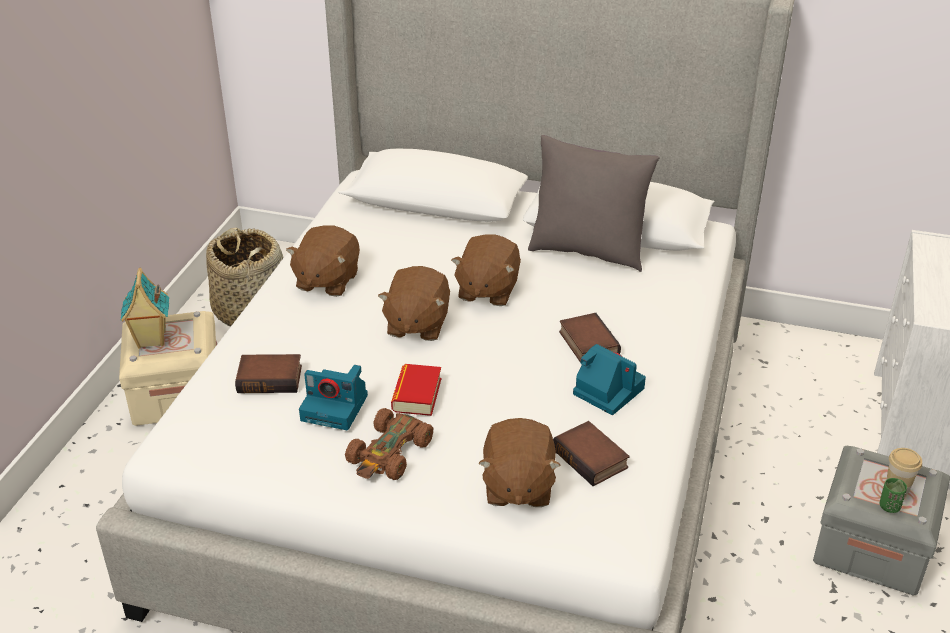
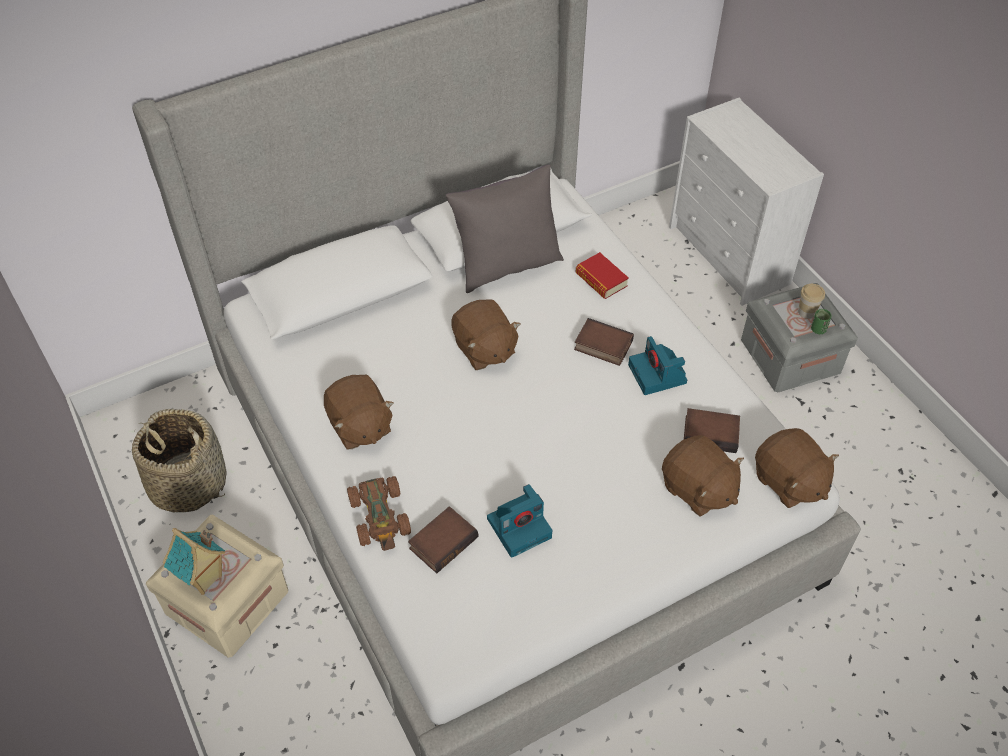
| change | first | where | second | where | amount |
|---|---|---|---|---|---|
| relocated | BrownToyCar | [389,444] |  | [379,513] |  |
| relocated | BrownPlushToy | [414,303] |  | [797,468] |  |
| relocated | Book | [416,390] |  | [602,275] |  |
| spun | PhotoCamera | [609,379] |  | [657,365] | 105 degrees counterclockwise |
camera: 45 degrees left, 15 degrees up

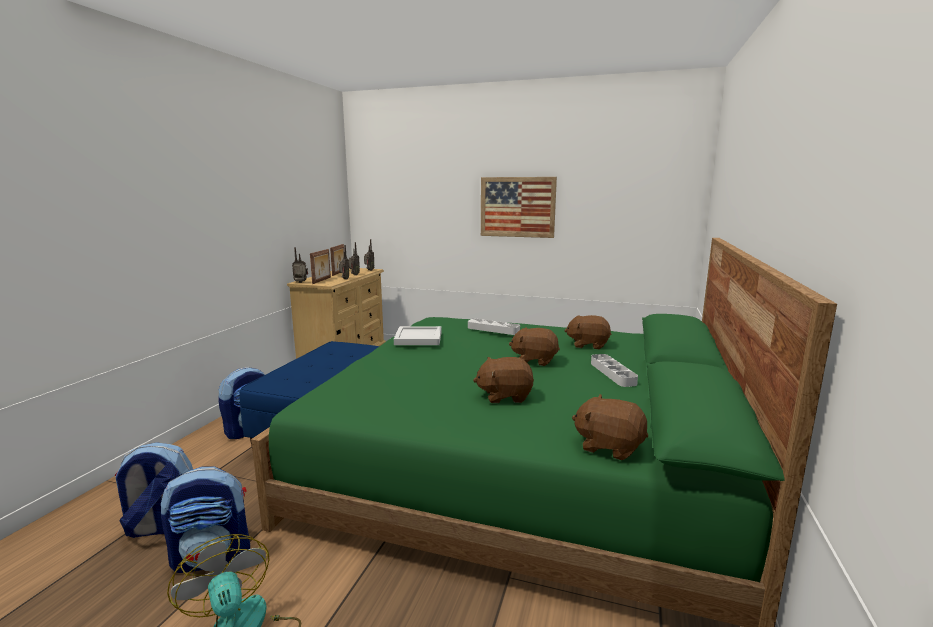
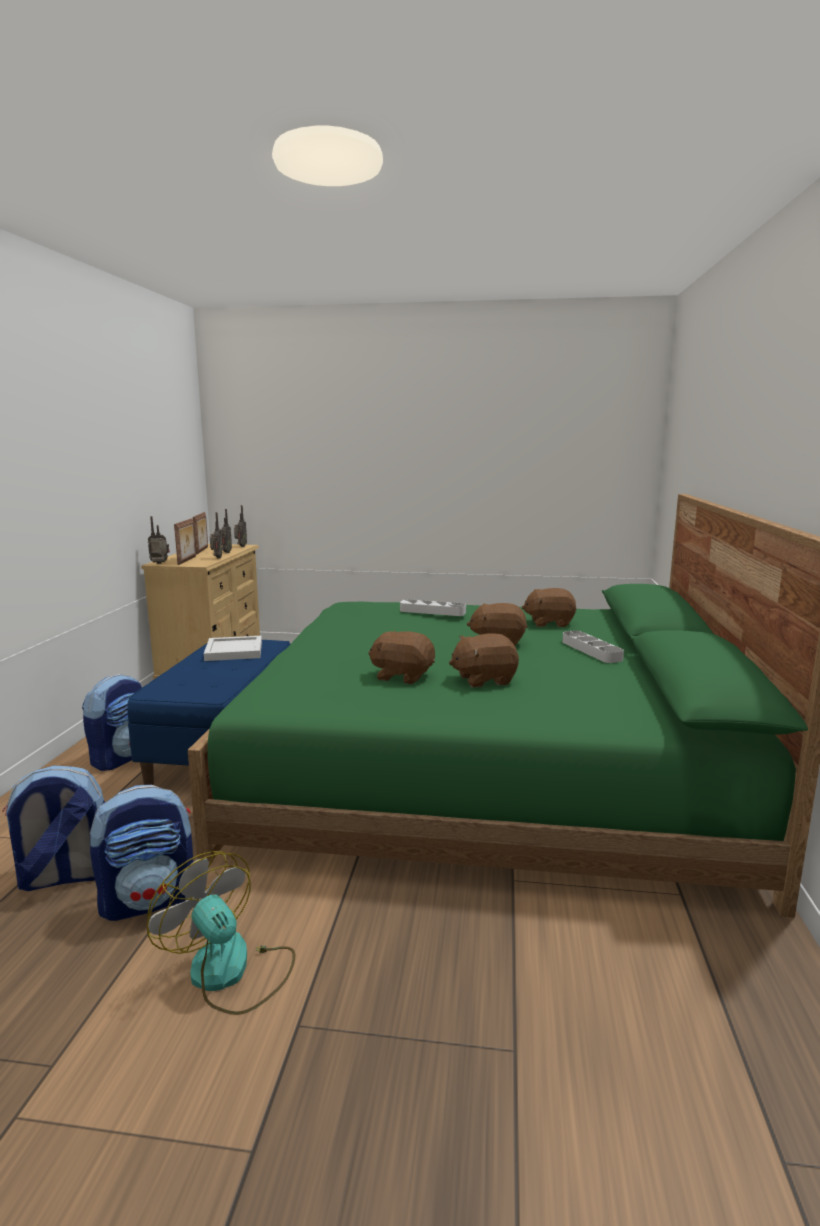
| change | first | where | second | where | amount |
|---|---|---|---|---|---|
| missing | Picture | [519,207] |  |  |  |
| relocated | WhiteTray | [418,335] |  | [233,648] |  |
| relocated | BrownPlushToy | [610,427] |  | [401,657] |  |
camera: 10 degrees left, 0 degrees up

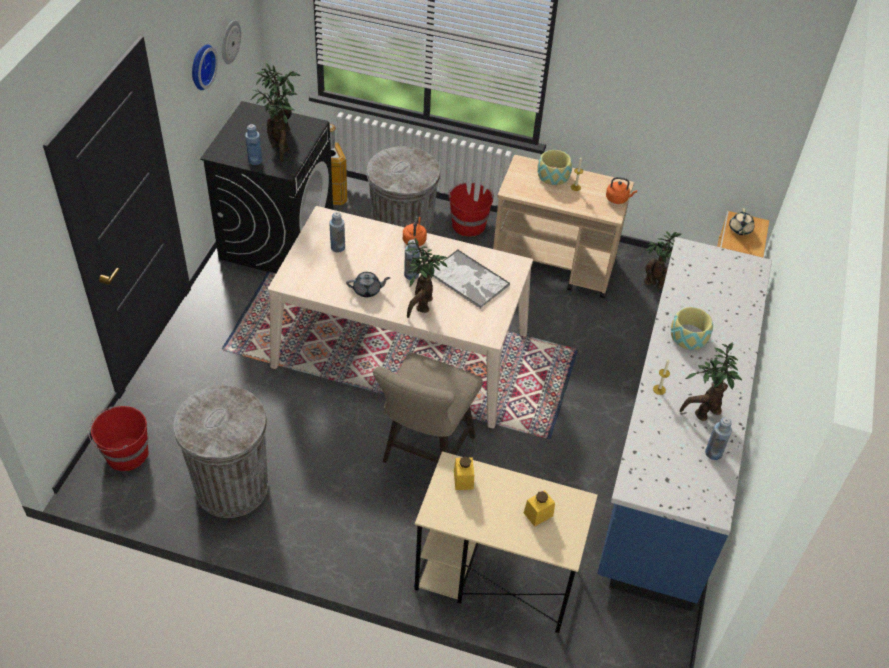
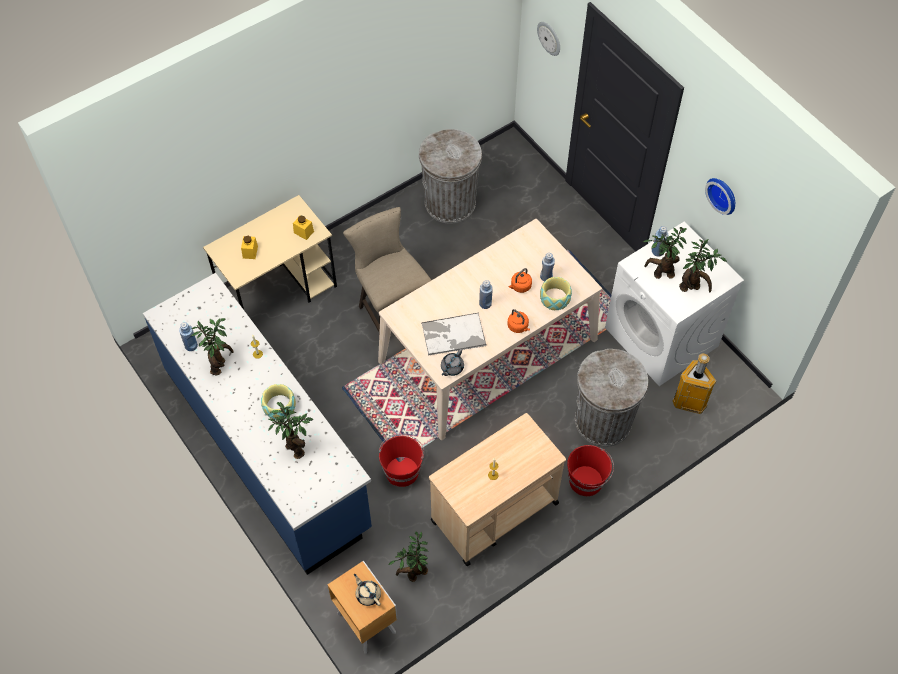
| change | first | where | second | where | amount |
|---|---|---|---|---|---|
| relocated | RedBucket | [118,438] |  | [401,460] |  |
| relocated | WallClock | [231,42] |  | [548,39] |  |
| relocated | GreyTeapot | [368,284] |  | [452,362] |  |
| relocated | PottedPlant | [426,277] |  | [290,430] |  |
| relocated | Bowl | [554,167] |  | [556,293] |  |
| relocated | OrangeKettle | [621,190] |  | [520,280] |  |
| colour | BlackWashingMachine | [266,187] | WhiteWashingMachine | [674,304] |  |
camera: 130 degrees right, 10 degrees up

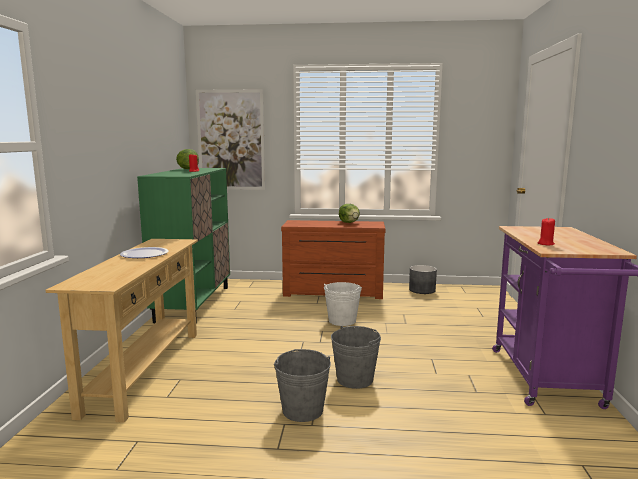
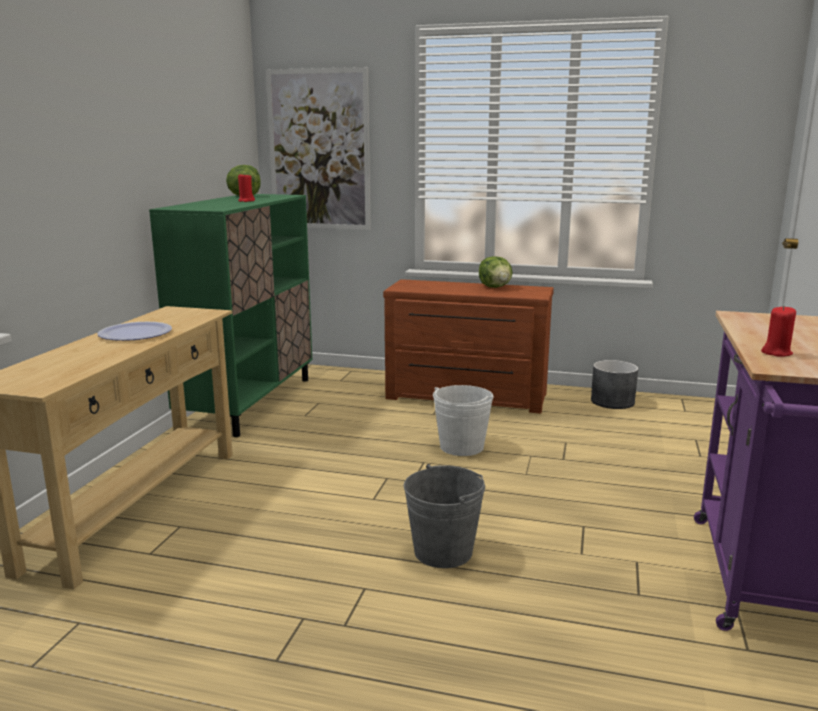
| change | first | where | second | where | amount |
|---|---|---|---|---|---|
| missing | GreyBucket | [302,385] |  |  |  |
camera: 10 degrees right, 5 degrees up

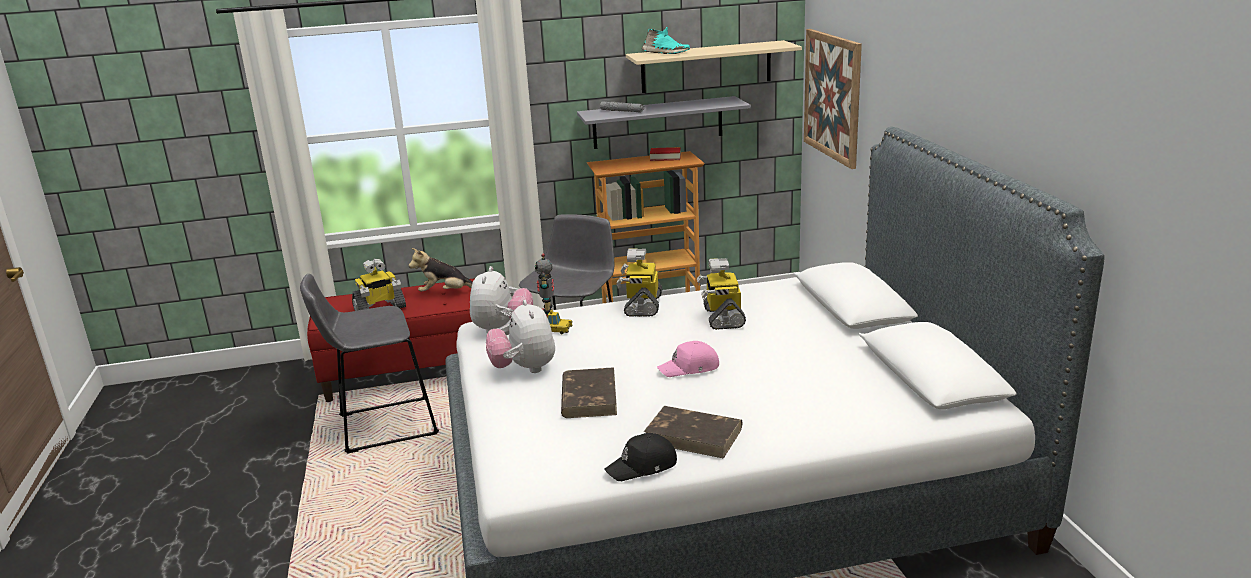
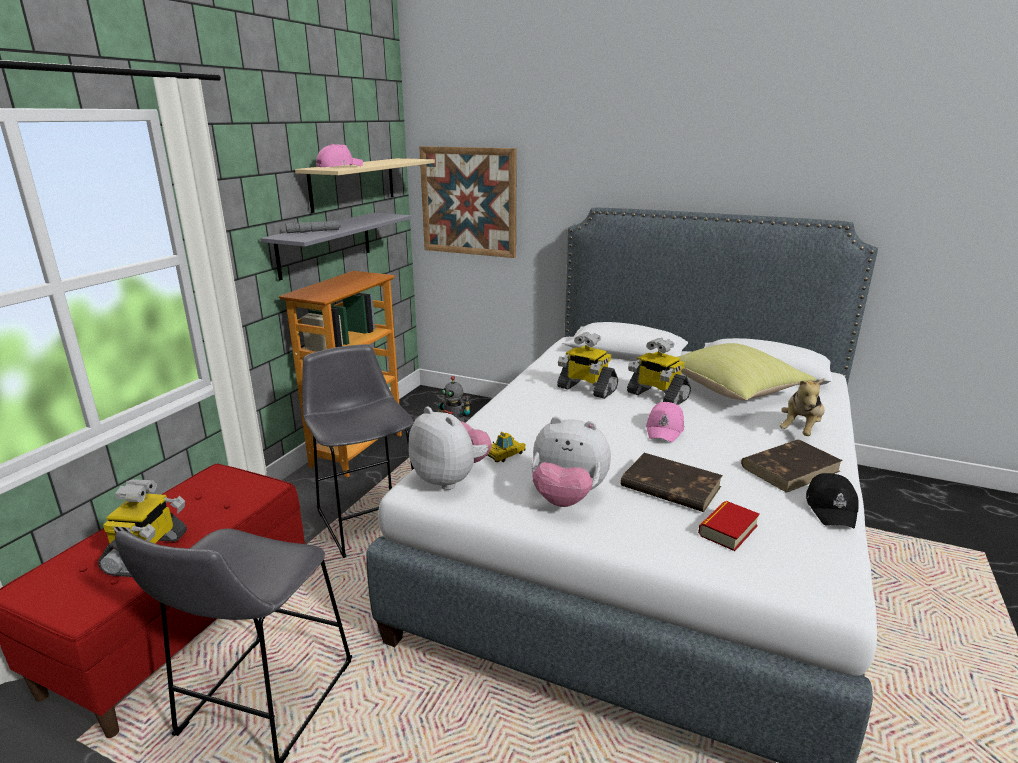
| change | first | where | second | where | amount |
|---|---|---|---|---|---|
| appeared |  |  | YellowPillow | [747,372] |  |
| relocated | PlushToy | [441,270] |  | [802,407] |  |
| relocated | ToyRobot | [639,282] |  | [659,371] |  |
| relocated | Book | [665,154] |  | [729,526] |  |
| exchanged | TurquoiseShoe | [666,40] | PinkCap | [339,155] |  |
camera: 55 degrees left, 0 degrees up

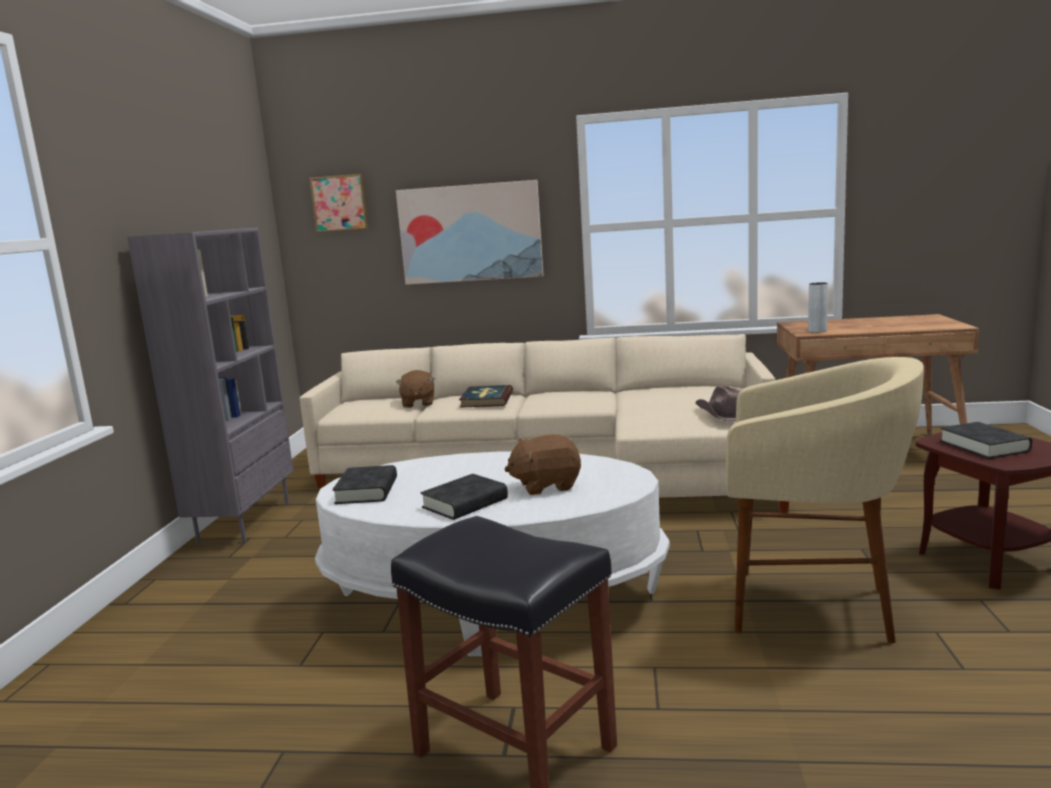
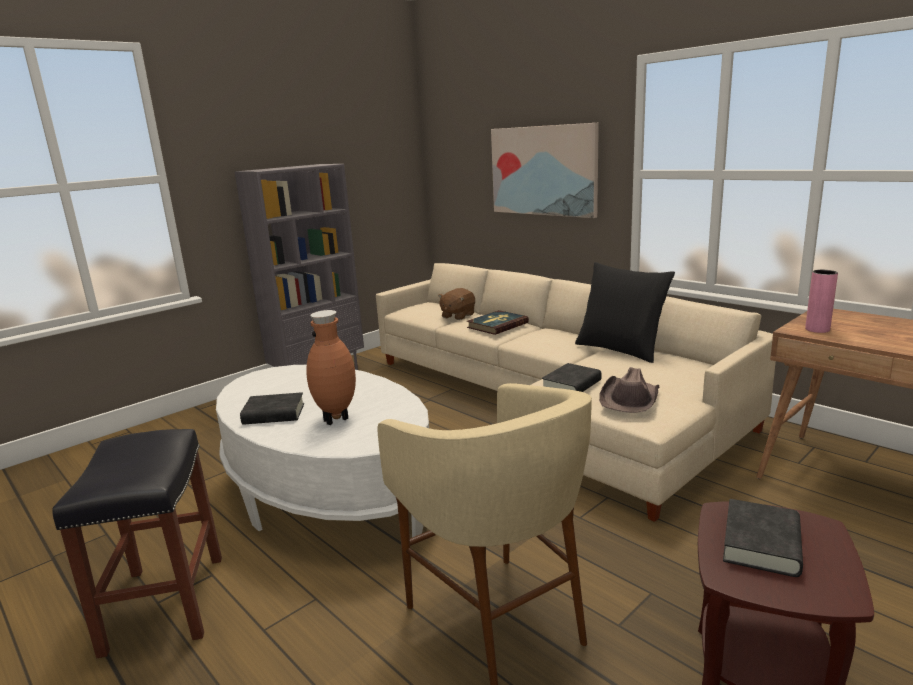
| change | first | where | second | where | amount |
|---|---|---|---|---|---|
| missing | Picture | [339,203] |  |  |  |
| appeared |  |  | BlackPillow | [625,312] |  |
| relocated | BlackBook | [364,484] |  | [572,377] |  |
| exchanged | BrownPlushToy | [542,465] | BrownVase | [331,367] |  |
| colour | GreyVase | [818,307] | PinkVase | [821,301] |  |
camera: 40 degrees right, 5 degrees up

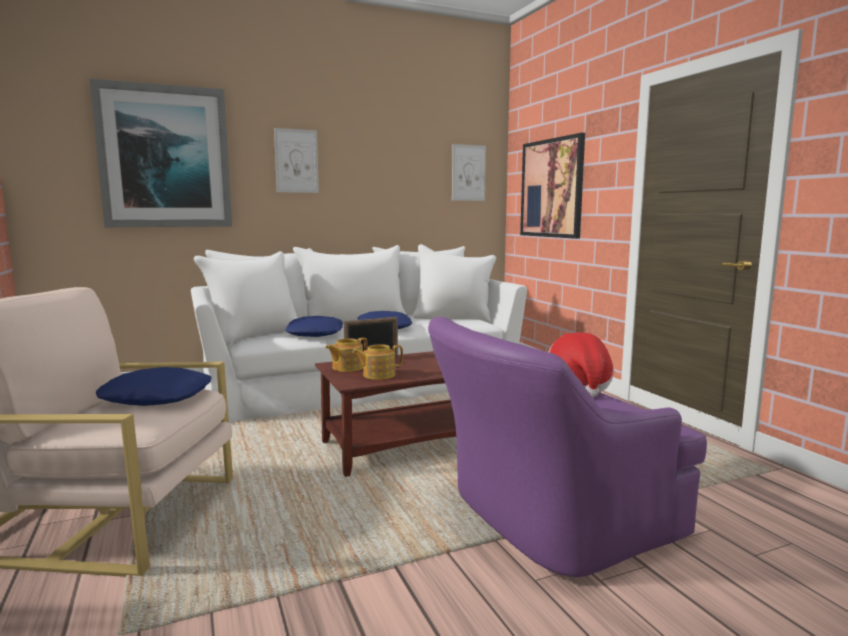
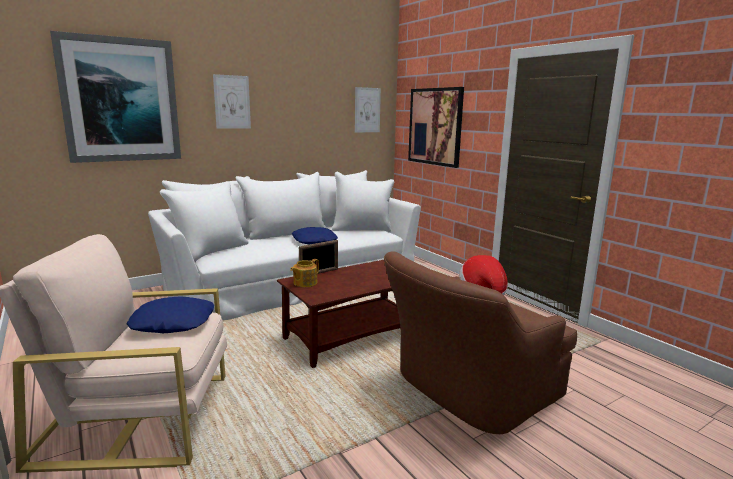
| change | first | where | second | where | amount |
|---|---|---|---|---|---|
| missing | BluePillow | [314,326] |  |  |  |
| missing | Teapot | [377,362] |  |  |  |
| colour | PurpleArmchair | [567,447] | BrownArmchair | [480,342] |  |
camera: 10 degrees left, 5 degrees up

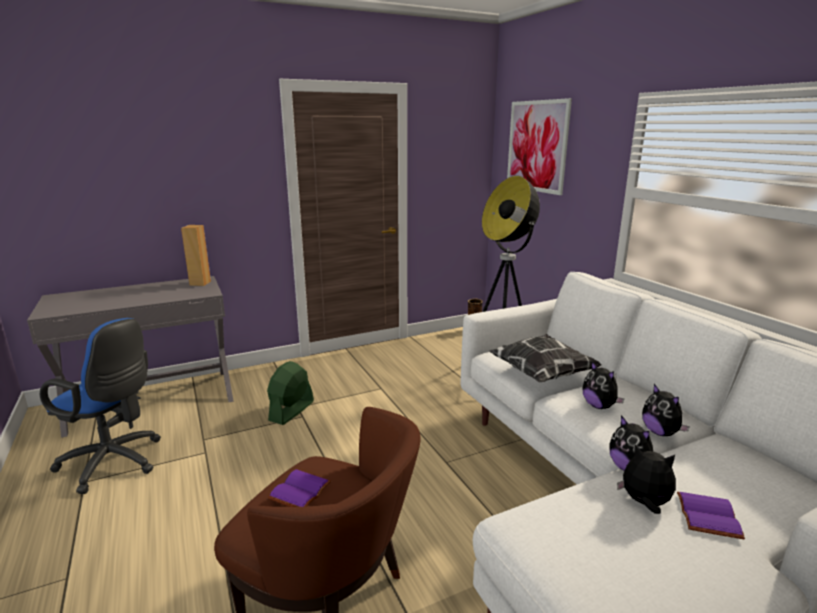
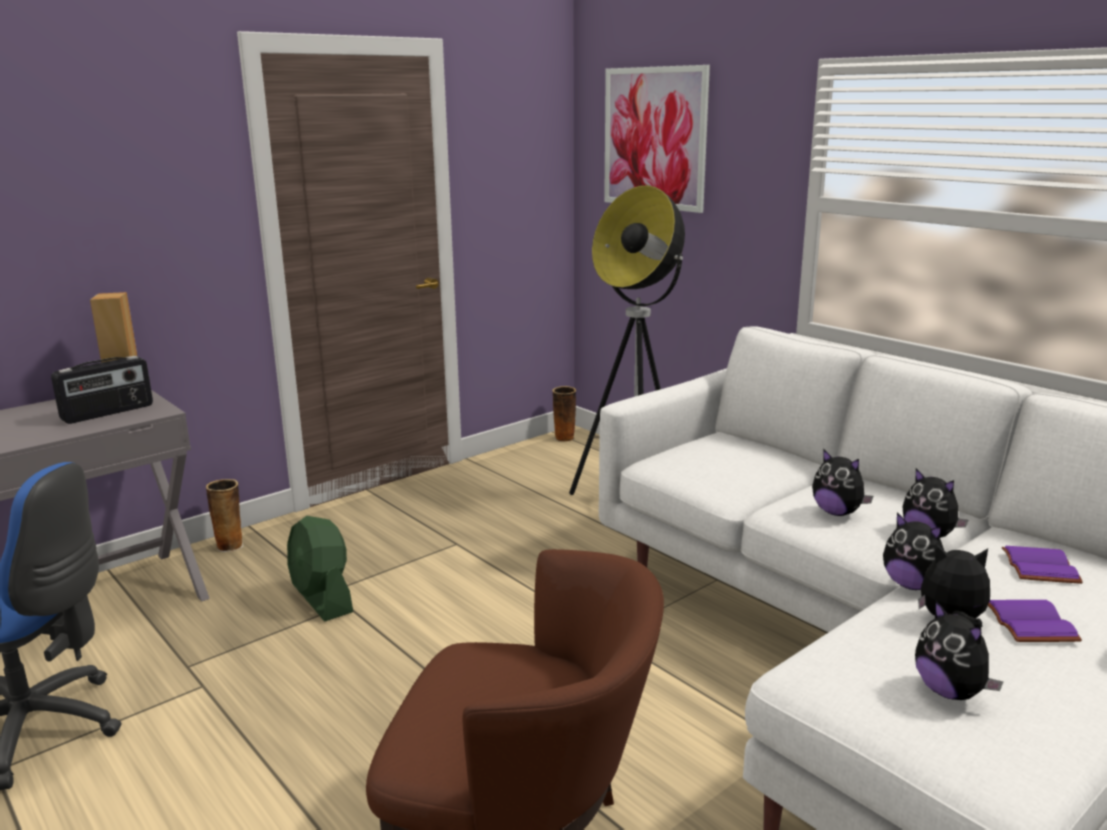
| change | first | where | second | where | amount |
|---|---|---|---|---|---|
| missing | Pillow | [545,358] |  |  |  |
| appeared |  |  | Radio | [102,390] |  |
| appeared |  |  | Vase | [224,515] |  |
| appeared |  |  | PlushToy | [959,650] |  |
| relocated | PurpleBook | [299,488] |  | [1042,565] |  |
| spun | GreenFan | [290,393] |  | [320,568] | 45 degrees counterclockwise |
camera: 15 degrees left, 0 degrees up

